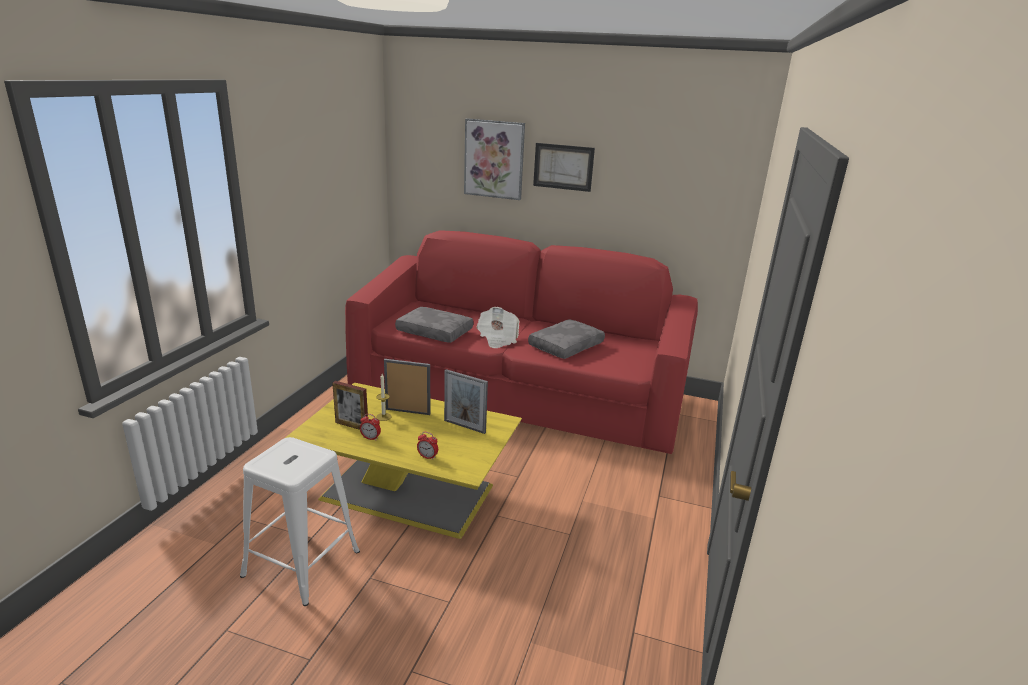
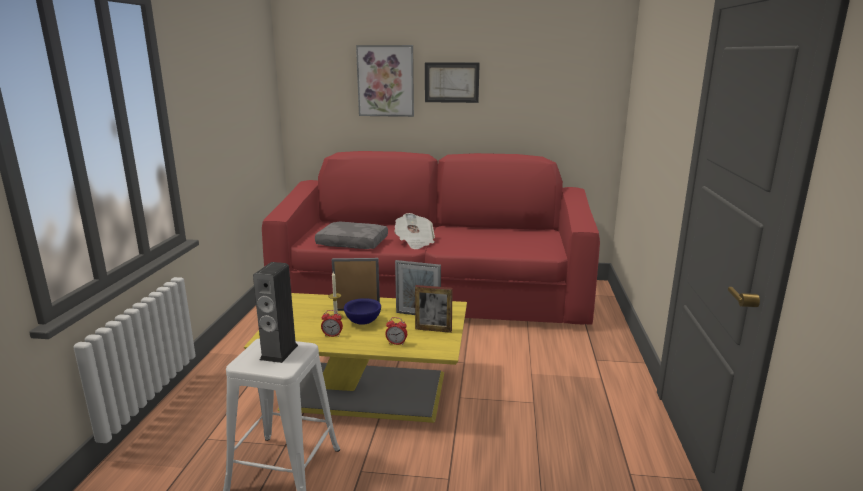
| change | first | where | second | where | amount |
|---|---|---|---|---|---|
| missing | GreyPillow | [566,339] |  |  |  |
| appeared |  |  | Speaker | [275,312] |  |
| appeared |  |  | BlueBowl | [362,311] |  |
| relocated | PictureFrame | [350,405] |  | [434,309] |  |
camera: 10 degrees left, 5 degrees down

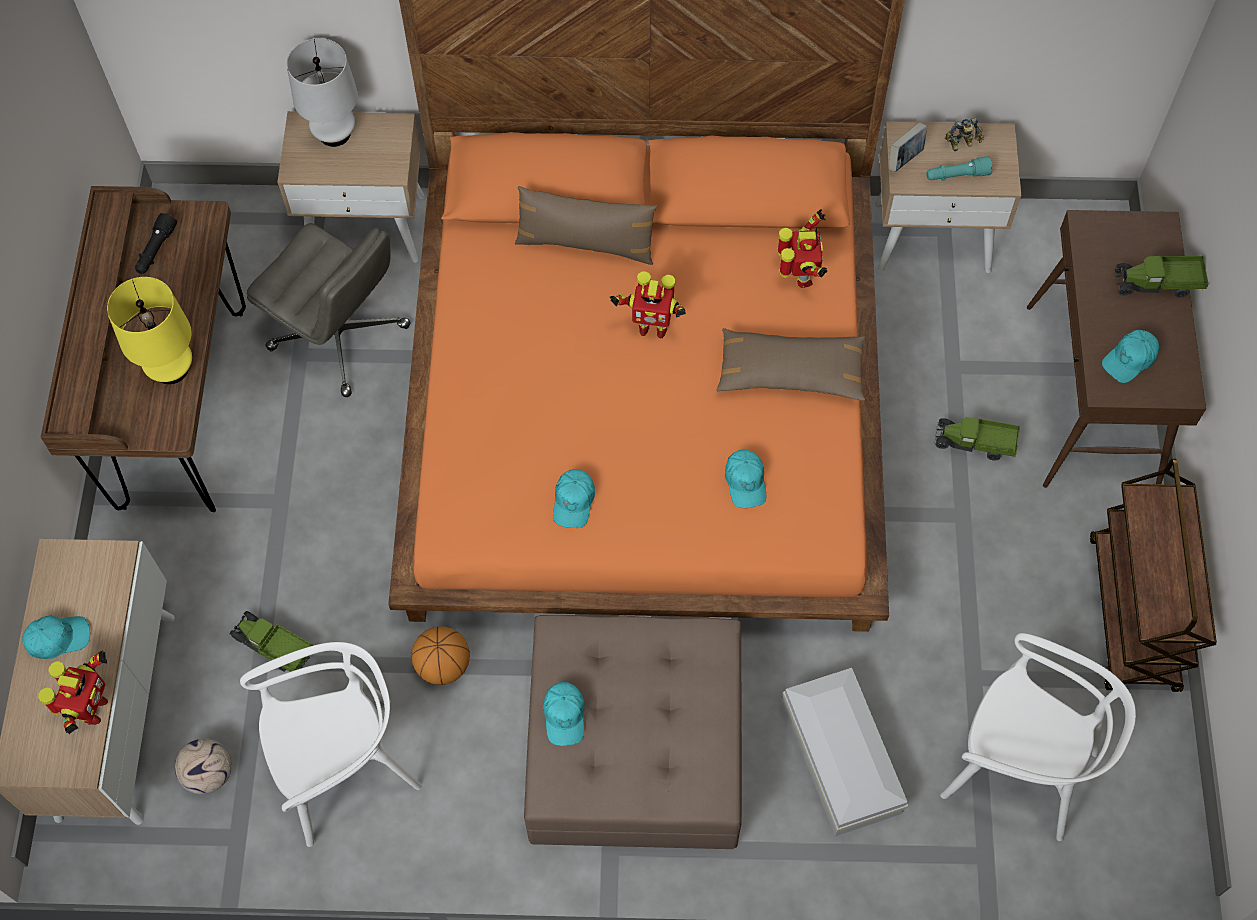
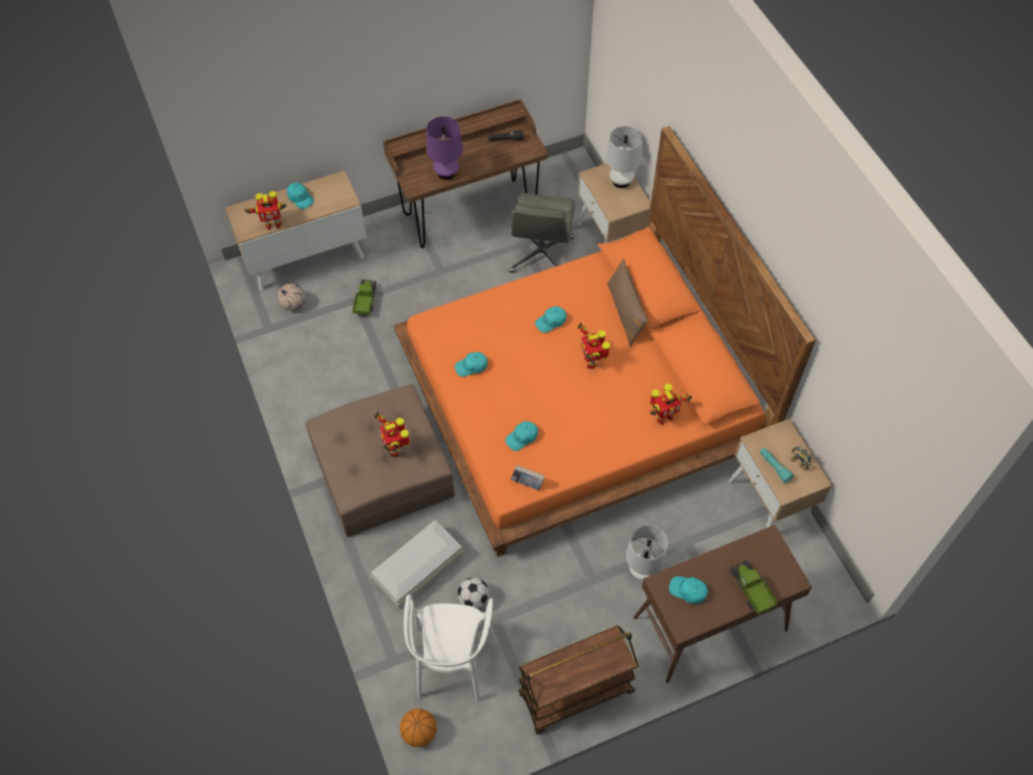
| change | first | where | second | where | amount |
|---|---|---|---|---|---|
| missing | WhiteChair | [331,744] |  |  |  |
| missing | BrownPillow | [791,364] |  |  |  |
| appeared |  |  | ToyRobot | [392,434] |  |
| appeared |  |  | Football | [473,593] |  |
| relocated | Basketball | [440,655] |  | [418,727] |  |
| relocated | TurquoiseCap | [564,714] |  | [551,319] |  |
| relocated | Book | [908,147] |  | [528,477] |  |
| exchanged | ToyTruck | [977,439] | WhiteTableLamp | [647,552] |  |
| colour | YellowTableLamp | [149,330] | PurpleTableLamp | [444,148] |  |
camera: 65 degrees right, 5 degrees down

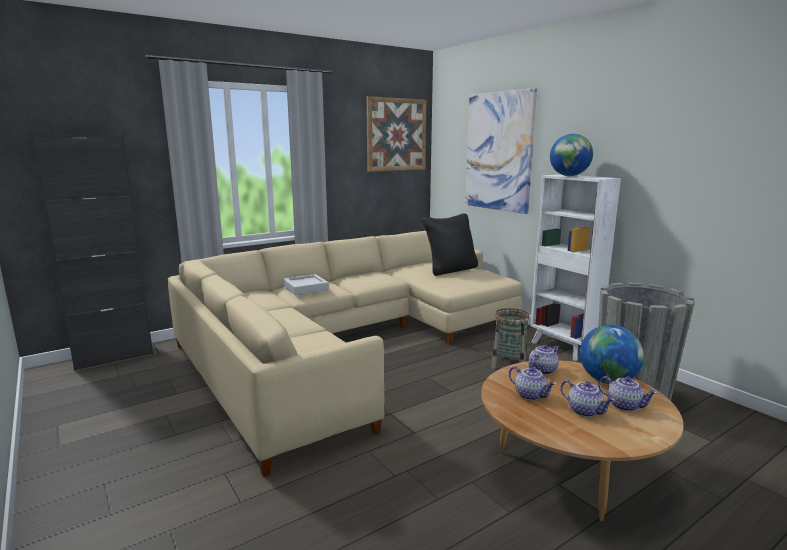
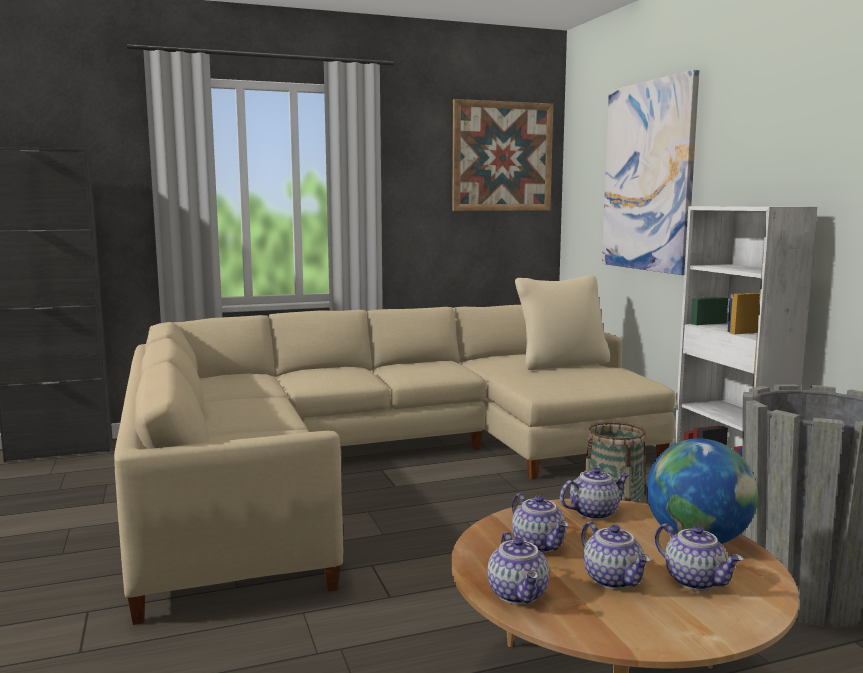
| change | first | where | second | where | amount |
|---|---|---|---|---|---|
| missing | GreyTray | [306,284] |  |  |  |
| missing | Globe | [571,155] |  |  |  |
| appeared |  |  | Teapot | [518,568] |  |
| colour | BlackPillow | [450,244] | BeigePillow | [562,322] |  |
camera: 15 degrees right, 5 degrees down

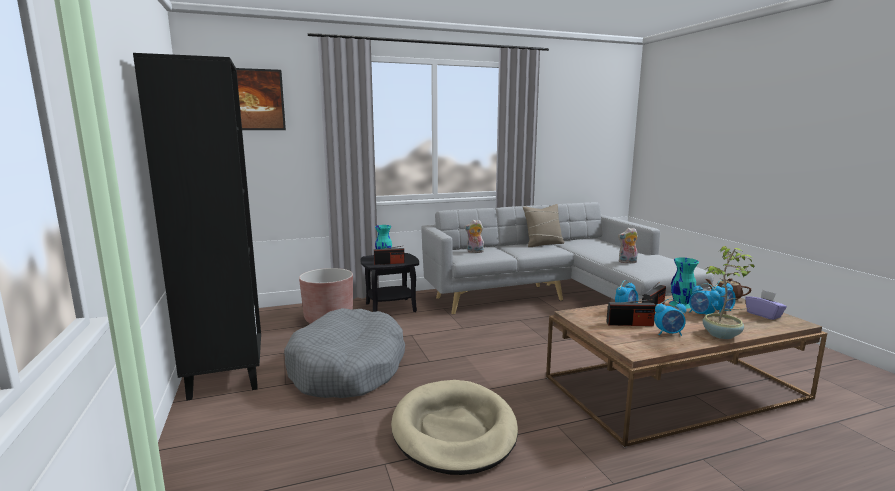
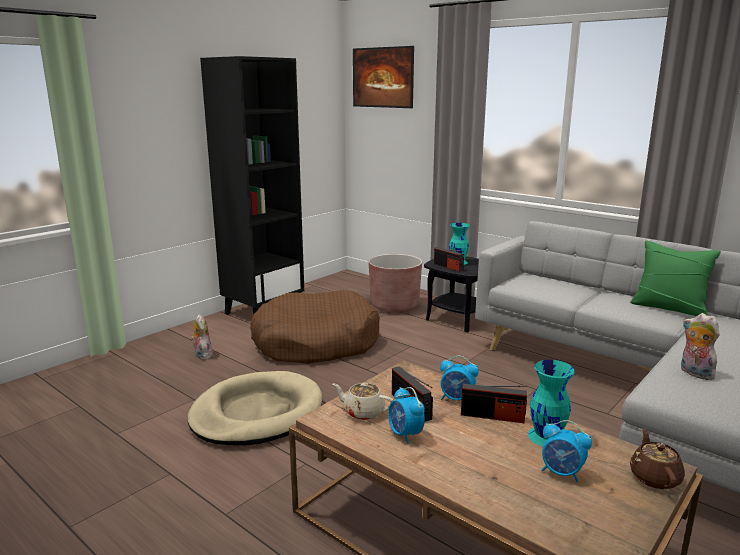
| change | first | where | second | where | amount |
|---|---|---|---|---|---|
| missing | AlarmClock | [704,299] |  |  |  |
| missing | PottedPlant | [729,292] |  |  |  |
| missing | PurpleTissueBox | [766,305] |  |  |  |
| appeared |  |  | BeigeTeapot | [363,401] |  |
| relocated | PlushToy | [474,236] |  | [202,337] |  |
| colour | GreyDogBed | [344,353] | BrownDogBed | [315,327] |  |
| colour | BeigePillow | [544,225] | GreenPillow | [675,278] |  |
camera: 60 degrees right, 5 degrees up

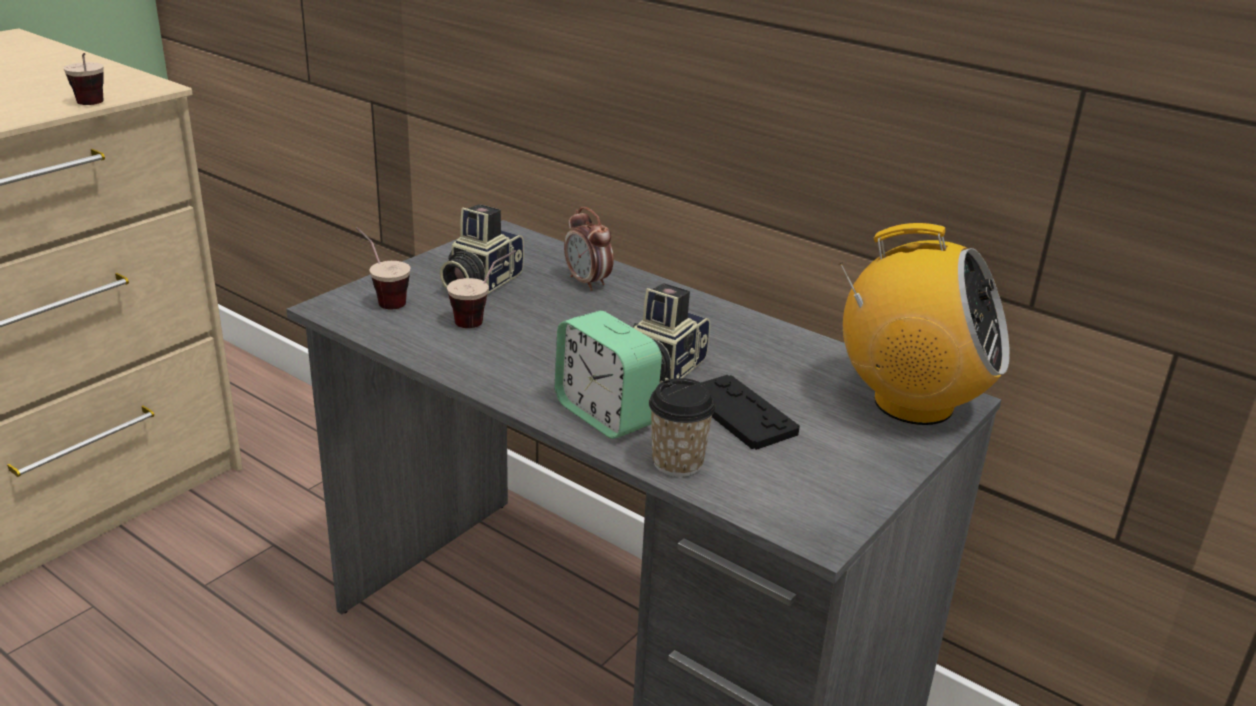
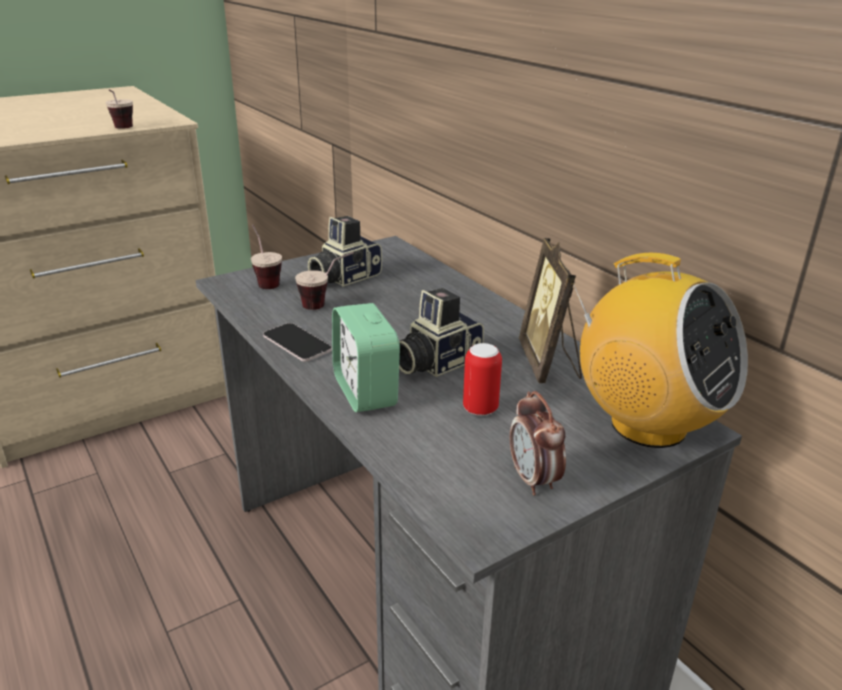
| change | first | where | second | where | amount |
|---|---|---|---|---|---|
| missing | Cup | [682,427] |  |  |  |
| appeared |  |  | Phone | [297,342] |  |
| appeared |  |  | PictureFrame | [550,310] |  |
| relocated | AlarmClock | [589,249] |  | [537,443] |  |
| exchanged | BlackGameController | [750,412] | Can | [482,379] |  |
camera: 20 degrees right, 0 degrees up

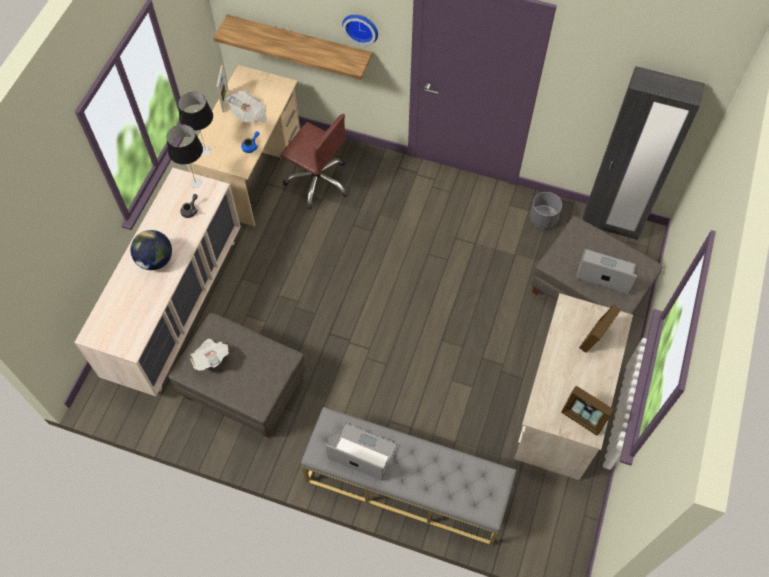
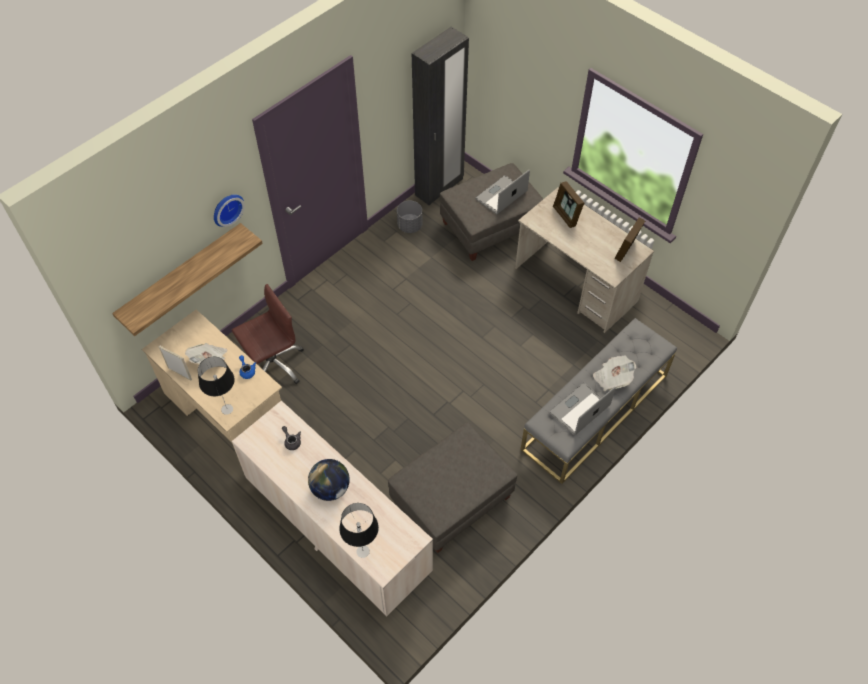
| change | first | where | second | where | amount |
|---|---|---|---|---|---|
| relocated | TableLamp | [185,156] |  | [359,530] |  |
| relocated | Newspaper | [209,355] |  | [615,373] |  |
| spun | PictureFrame | [587,411] |  | [630,239] | 150 degrees clockwise |
camera: 65 degrees left, 5 degrees down

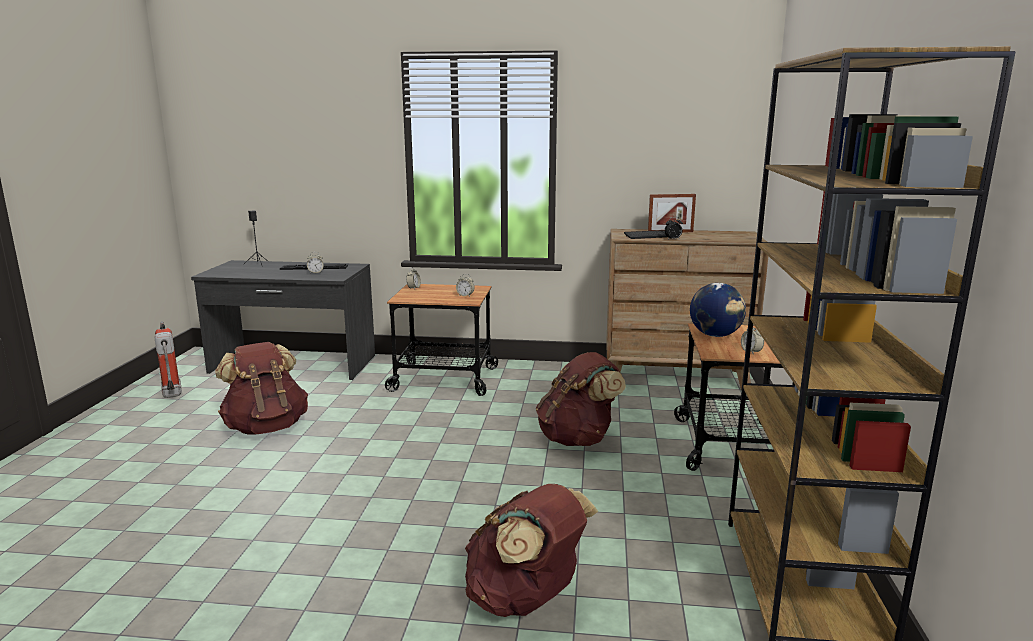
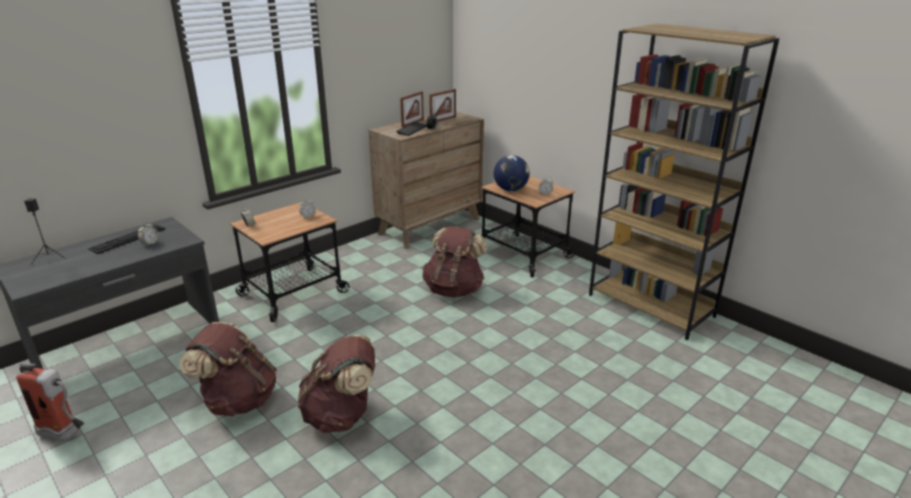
| change | first | where | second | where | amount |
|---|---|---|---|---|---|
| appeared |  |  | PictureFrame | [442,105] |  |
| relocated | BrownBackpack | [531,550] |  | [336,384] |  |
camera: 50 degrees left, 10 degrees up

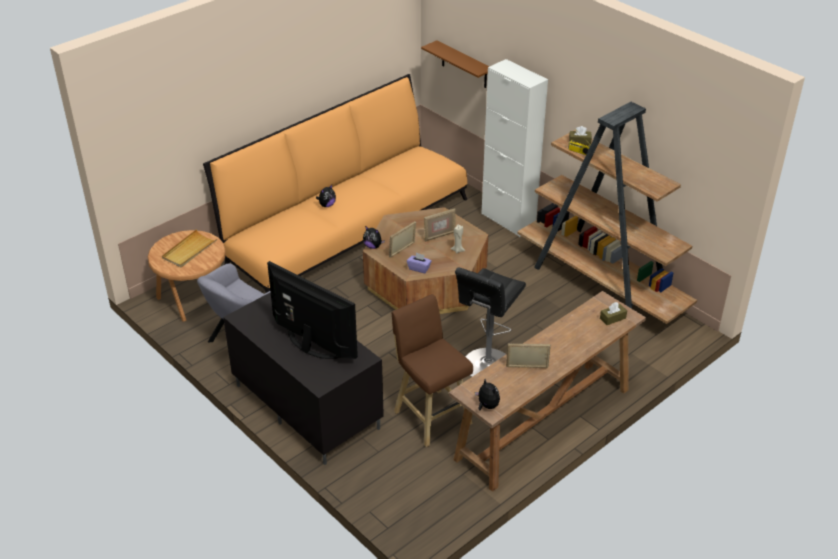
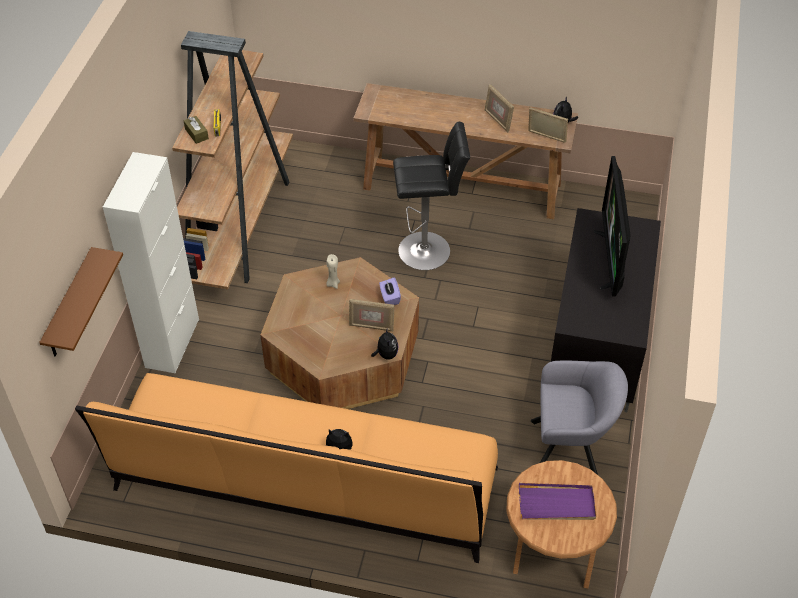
| change | first | where | second | where | amount |
|---|---|---|---|---|---|
| missing | BrownStool | [432,370] |  |  |  |
| missing | BrownTissueBox | [613,313] |  |  |  |
| relocated | PictureFrame | [440,225] |  | [548,125] |  |
| colour | BeigeTray | [189,248] | PurpleTray | [557,501] |  |
camera: 125 degrees left, 10 degrees up

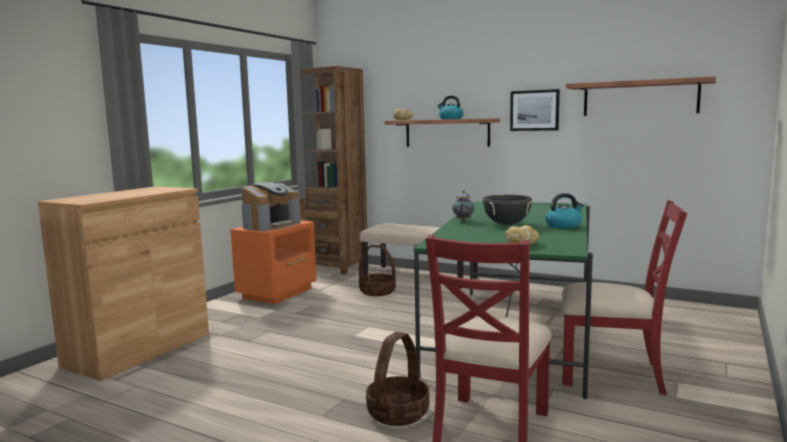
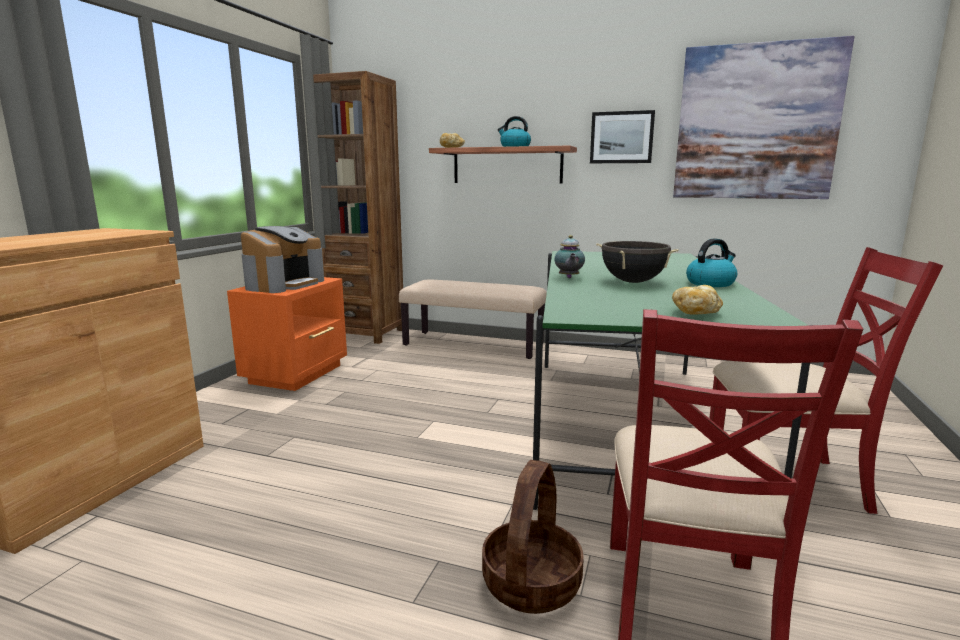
| change | first | where | second | where | amount |
|---|---|---|---|---|---|
| missing | Basket | [377,270] |  |  |  |
| exchanged | Shelf | [641,96] | Picture | [764,117] |  |
camera: 10 degrees left, 5 degrees up

